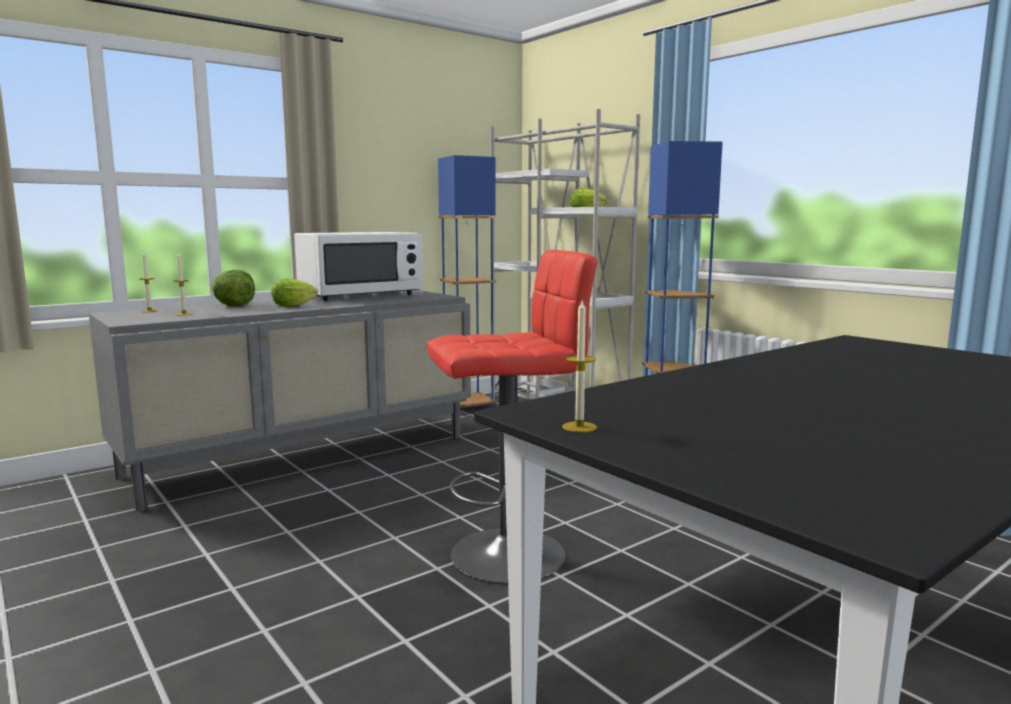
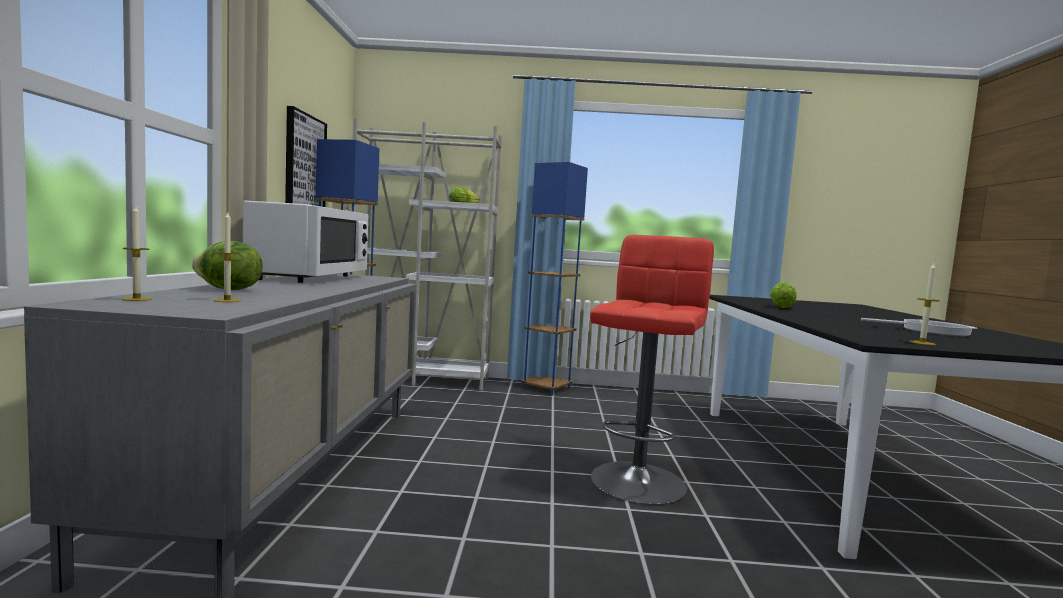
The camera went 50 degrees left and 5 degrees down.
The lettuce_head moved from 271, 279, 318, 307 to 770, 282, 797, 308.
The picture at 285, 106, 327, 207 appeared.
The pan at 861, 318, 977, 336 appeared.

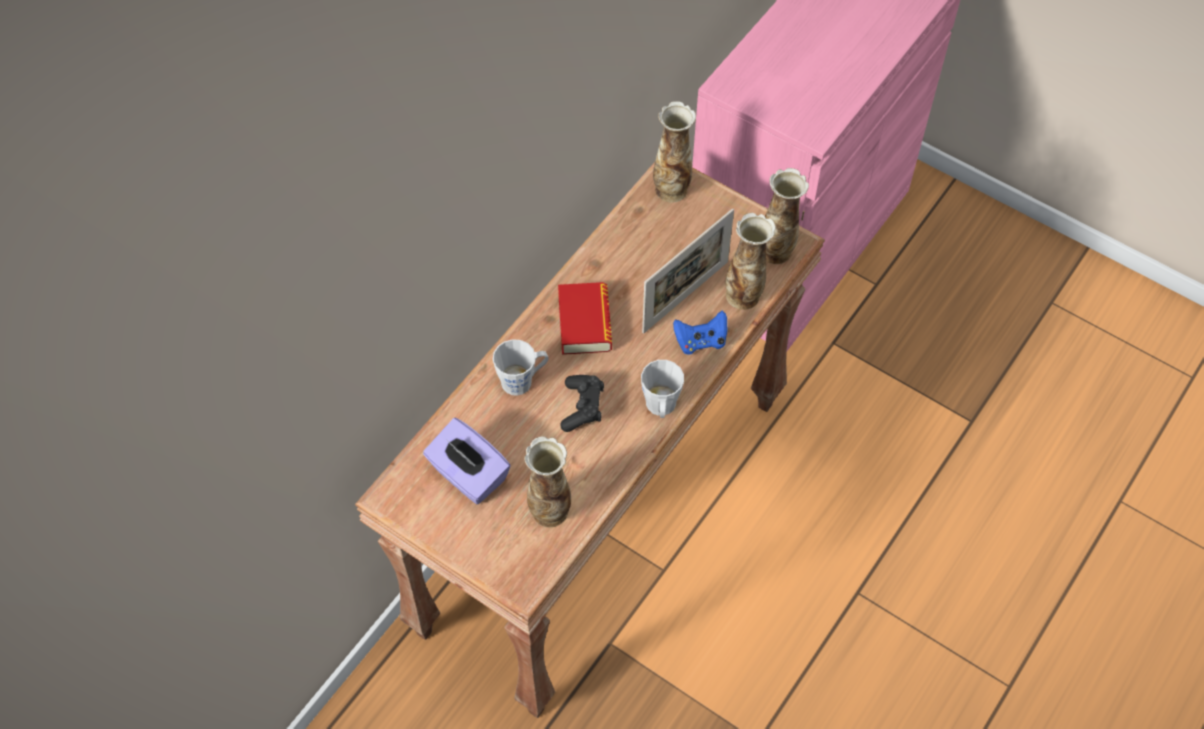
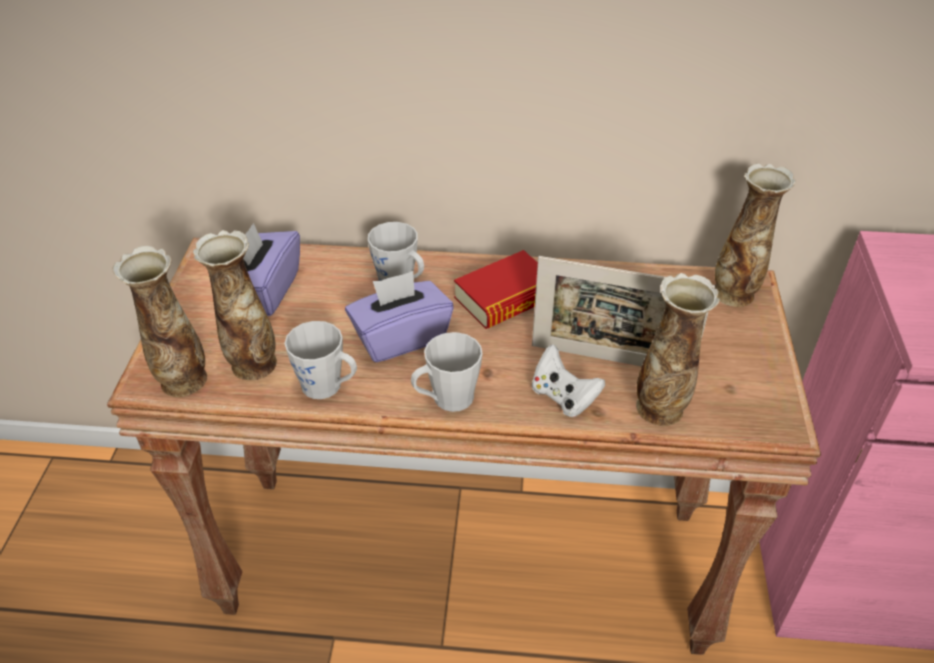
The camera went 60 degrees right and 15 degrees down.
The blackish_joypad at 561, 375, 604, 432 was replaced by the purple_box_of_tissues at 345, 271, 454, 362.
The blue-coloured_joypad at 673, 311, 727, 355 became the whitish_joypad at 532, 345, 605, 417.
The vase moved from 765, 168, 809, 264 to 113, 246, 207, 397.
The grey_mug at 284, 321, 357, 399 appeared.

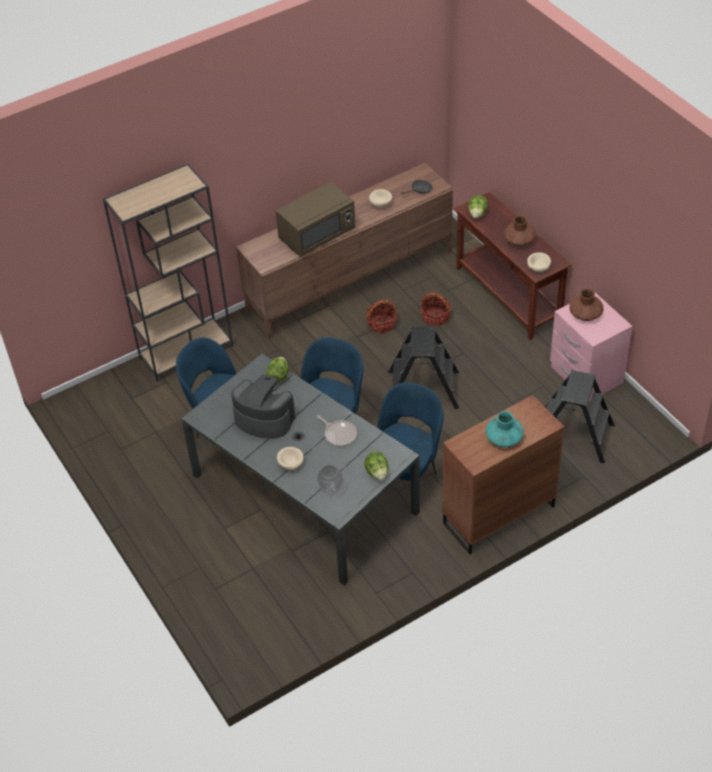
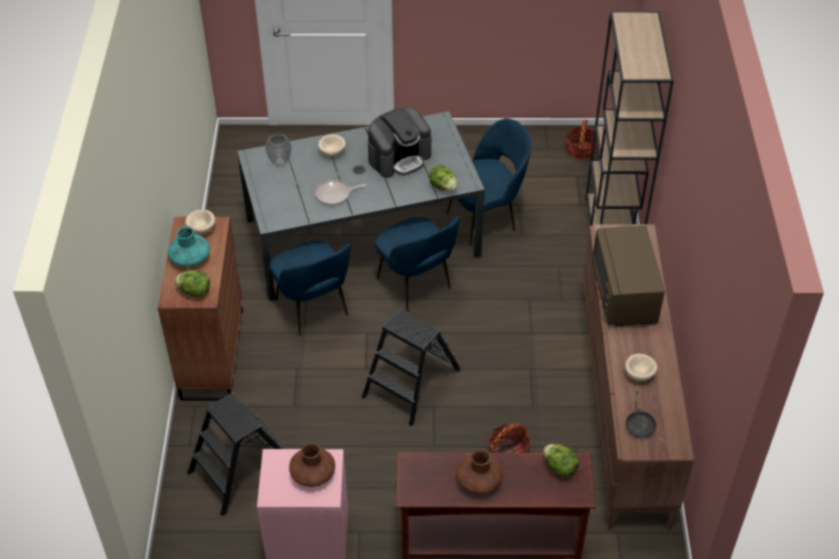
The camera went 120 degrees right and 0 degrees up.
The lettuce_head moved from 364, 451, 388, 481 to 174, 270, 210, 297.
The basket moved from 366, 299, 397, 333 to 566, 120, 598, 159.
The beige-coloured_bowl moved from 527, 252, 551, 272 to 185, 210, 215, 234.

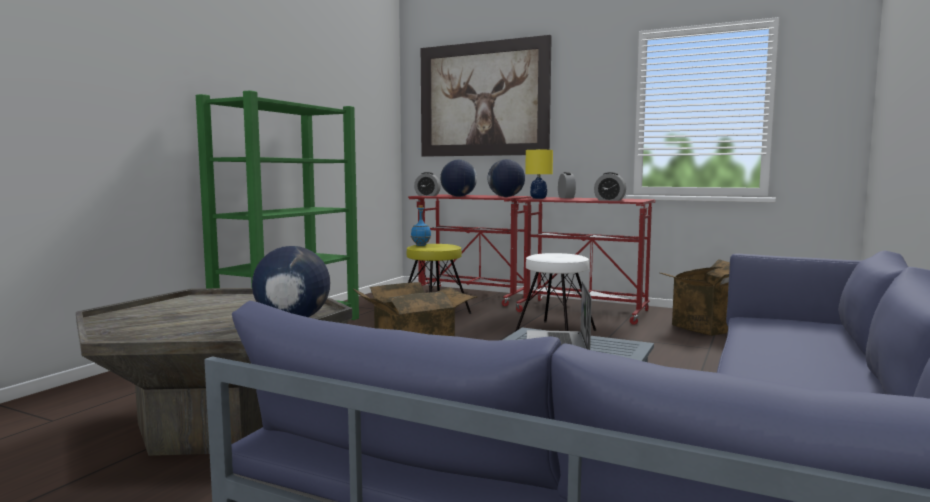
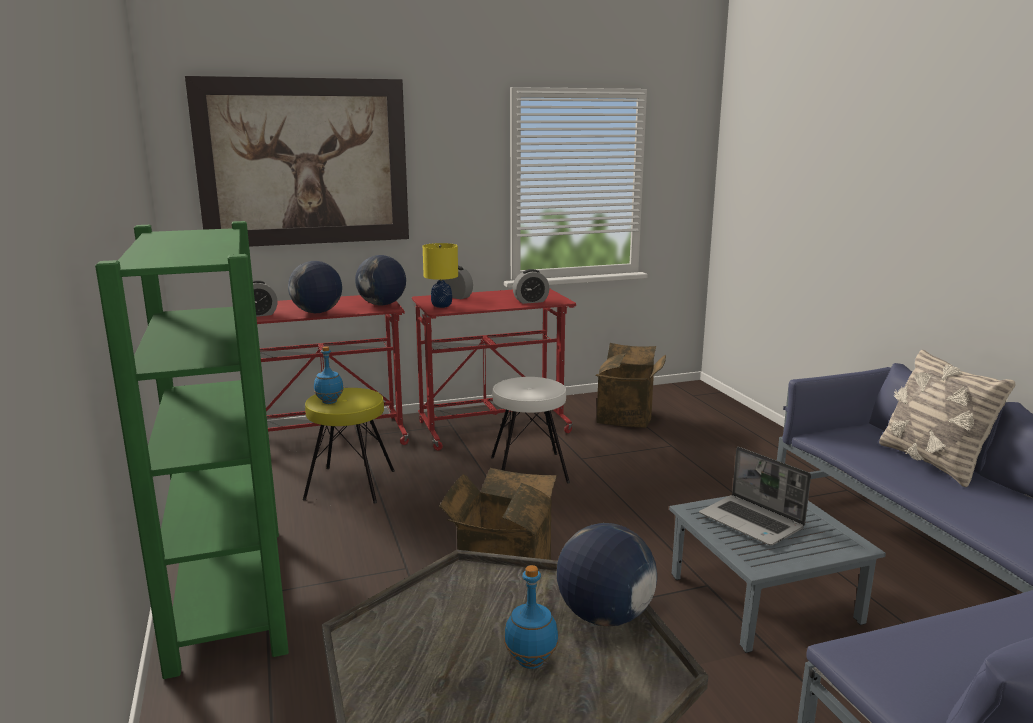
The camera went 45 degrees left and 10 degrees up.
The blue-coloured_beverage_bottle at 504, 565, 558, 669 appeared.
The beige-coloured_cushion at 879, 350, 1015, 487 appeared.

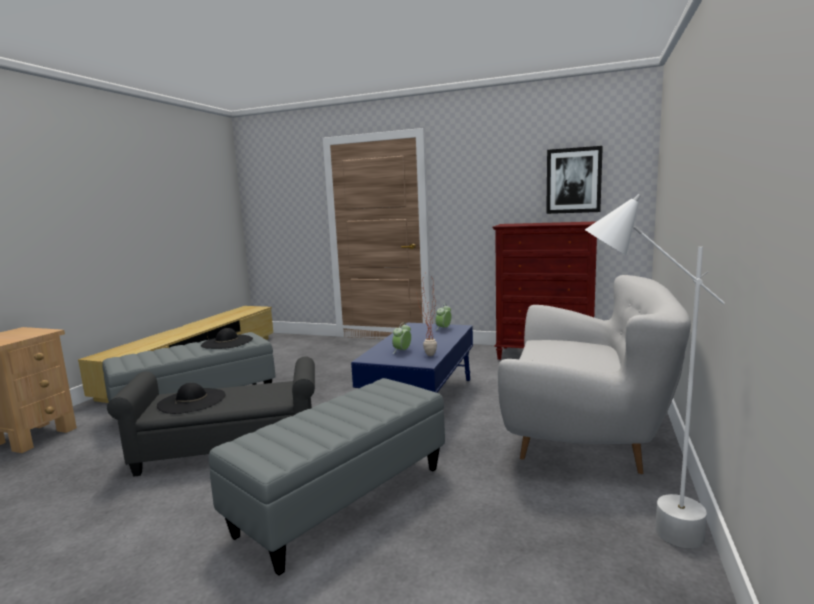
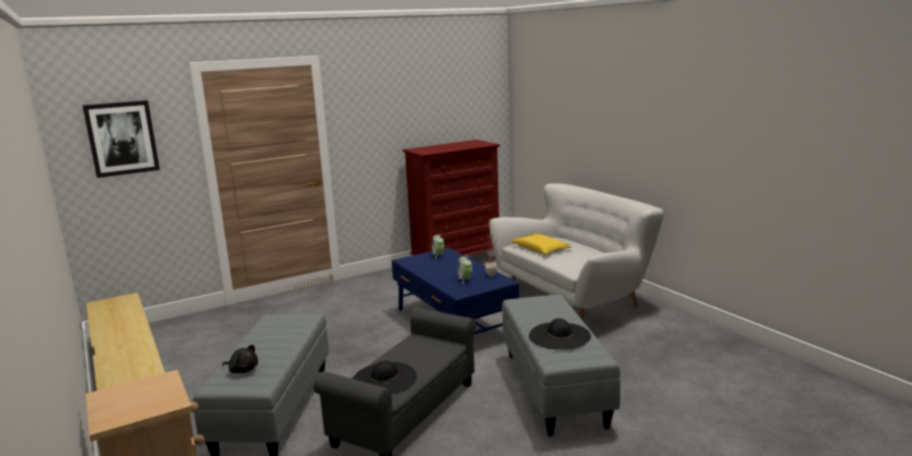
The camera went 50 degrees left and 5 degrees up.
The blackish_hat moved from 201, 328, 253, 349 to 529, 318, 591, 350.
The picture moved from 546, 146, 603, 214 to 82, 100, 160, 178.
The whitish_floor_lamp at 585, 194, 725, 549 disappeared.
The blackish_cuddly_toy at 223, 345, 258, 373 appeared.
The yellowish_cushion at 511, 233, 572, 254 appeared.

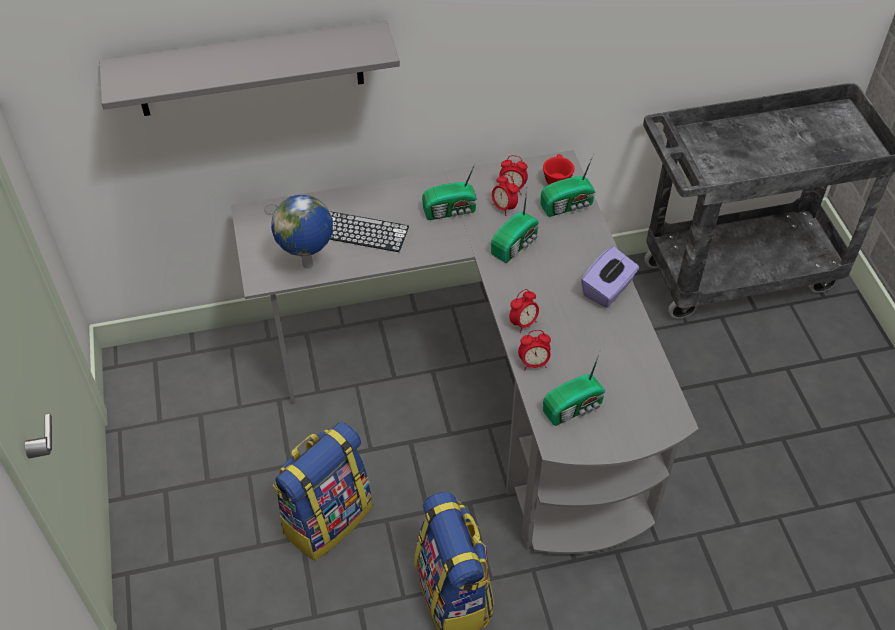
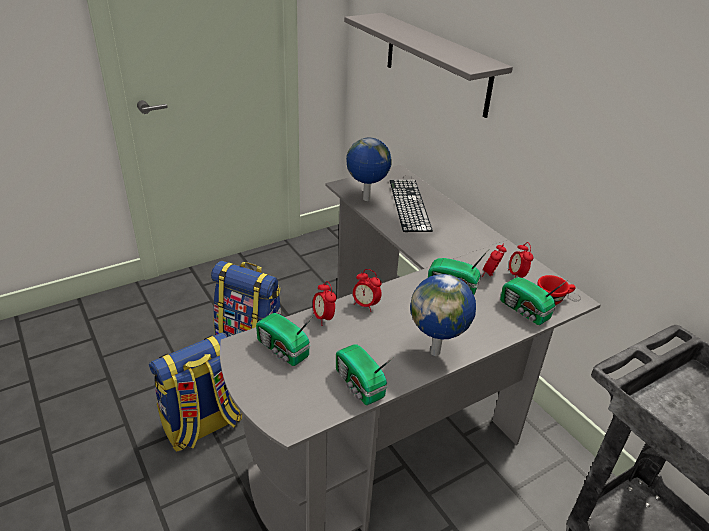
The camera went 70 degrees right and 15 degrees down.
The radio moved from 422, 162, 477, 220 to 336, 345, 394, 405.
The purple_box_of_tissues at 581, 246, 639, 308 was replaced by the desk_globe at 410, 274, 476, 356.

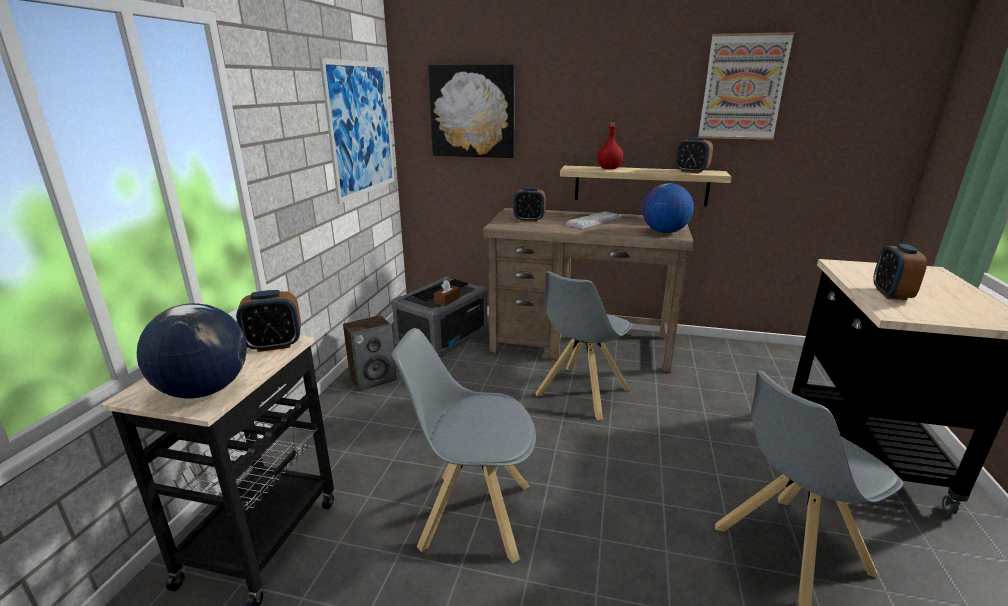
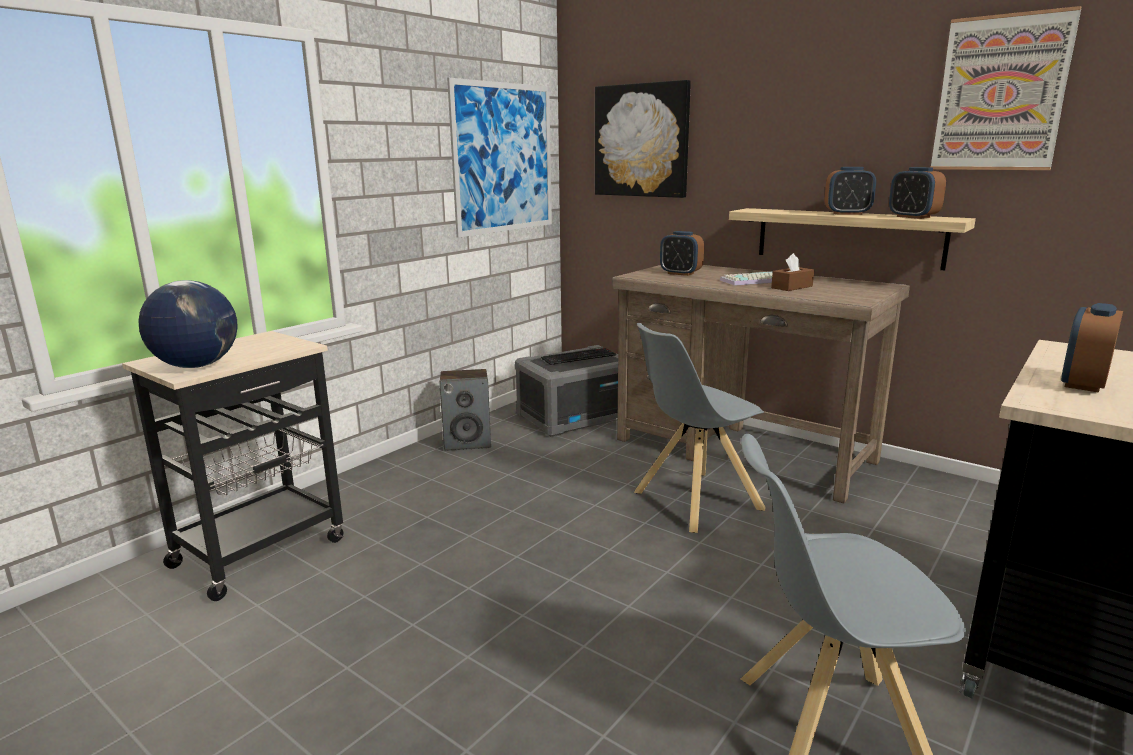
The camera went 25 degrees right and 5 degrees down.
The table_clock moved from 236, 290, 301, 352 to 825, 167, 876, 215.
The grey_chair at 392, 328, 536, 563 disappeared.
The brownish_box_of_tissues moved from 434, 280, 460, 306 to 771, 253, 814, 291.
The reddish_beverage_bottle at 597, 122, 623, 169 disappeared.
The desk_globe at 642, 183, 694, 233 disappeared.

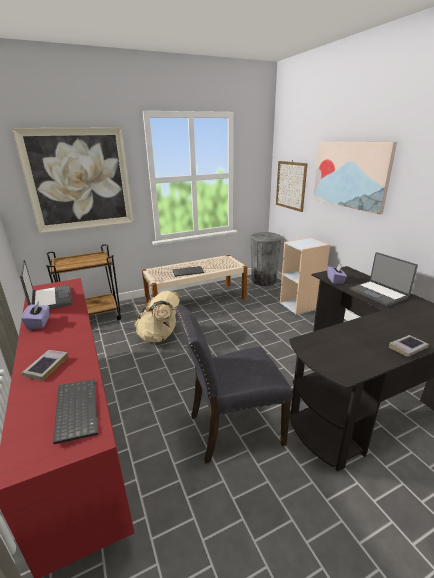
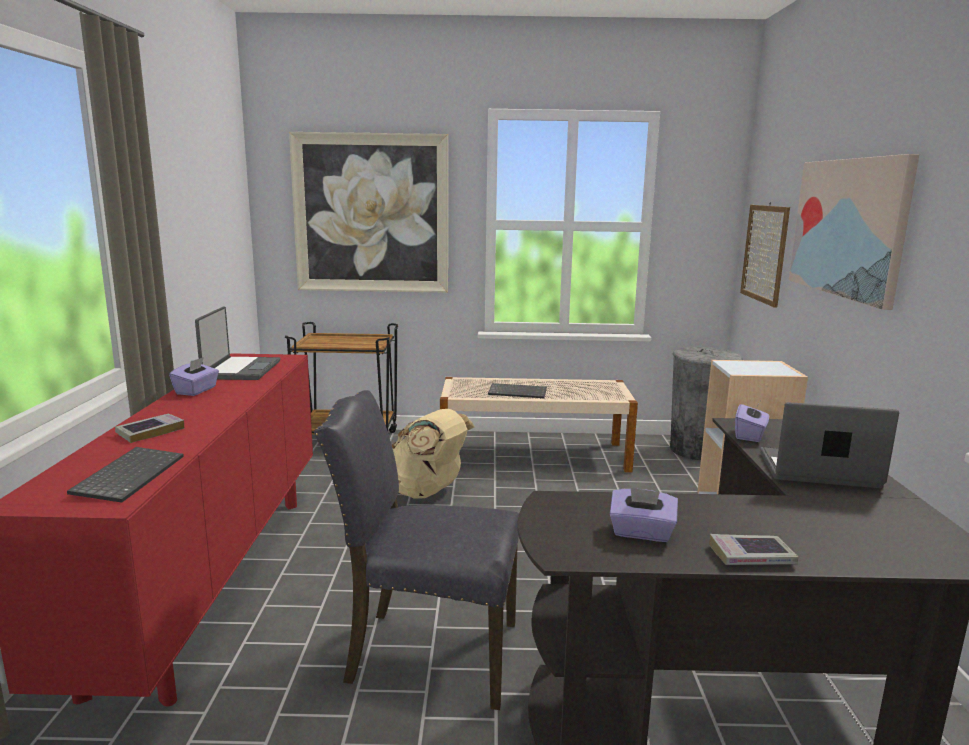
The camera went 25 degrees right and 10 degrees down.
The notebook_computer at 350, 252, 418, 307 turned 105 degrees clockwise.
The purple_box_of_tissues at 610, 487, 678, 542 appeared.

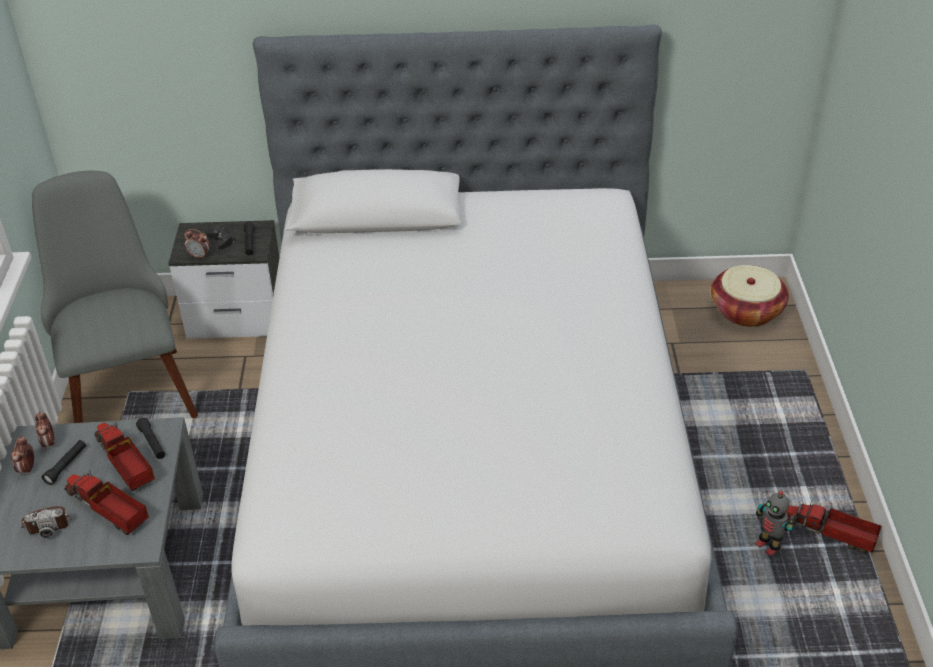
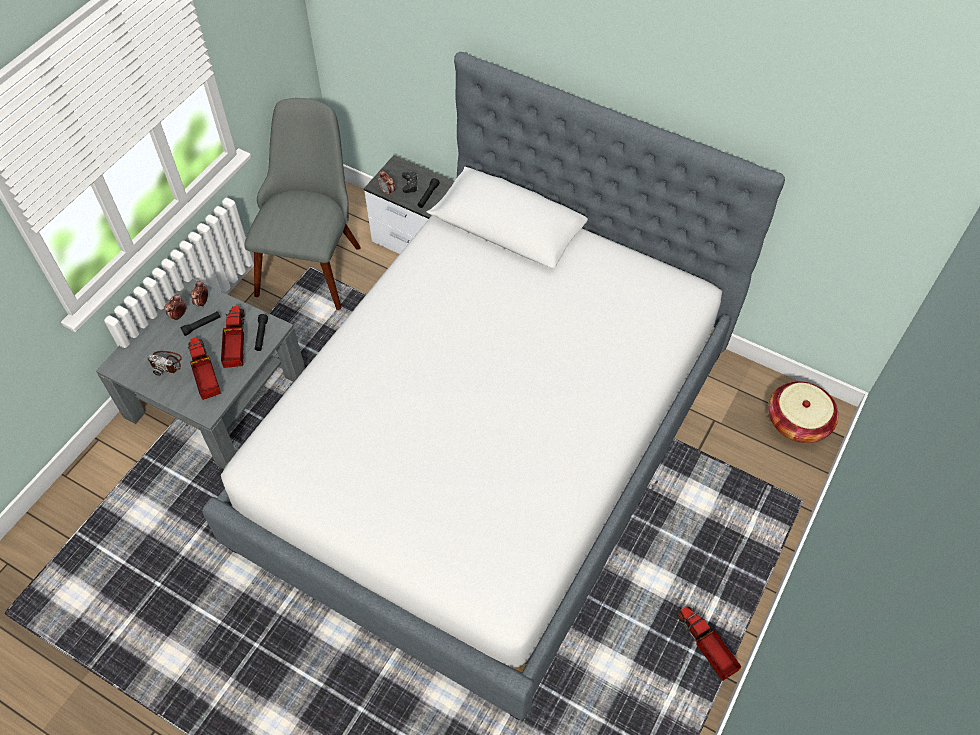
The camera went 30 degrees right and 15 degrees up.
The model_robot at 755, 491, 796, 556 disappeared.

